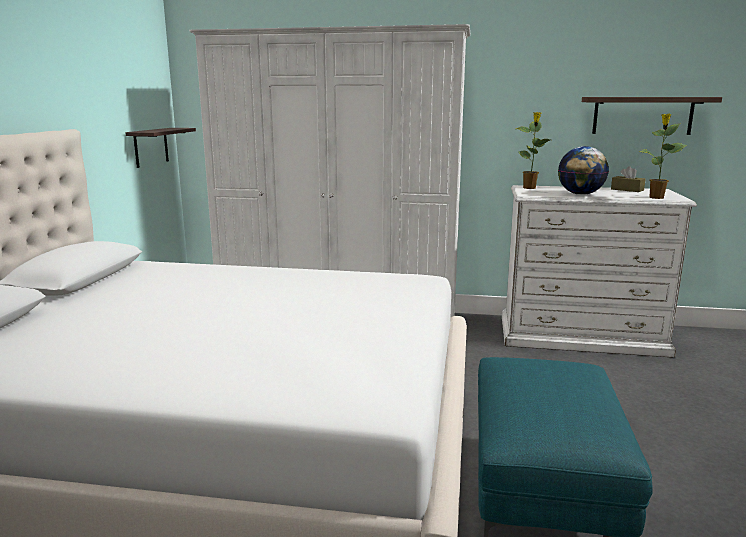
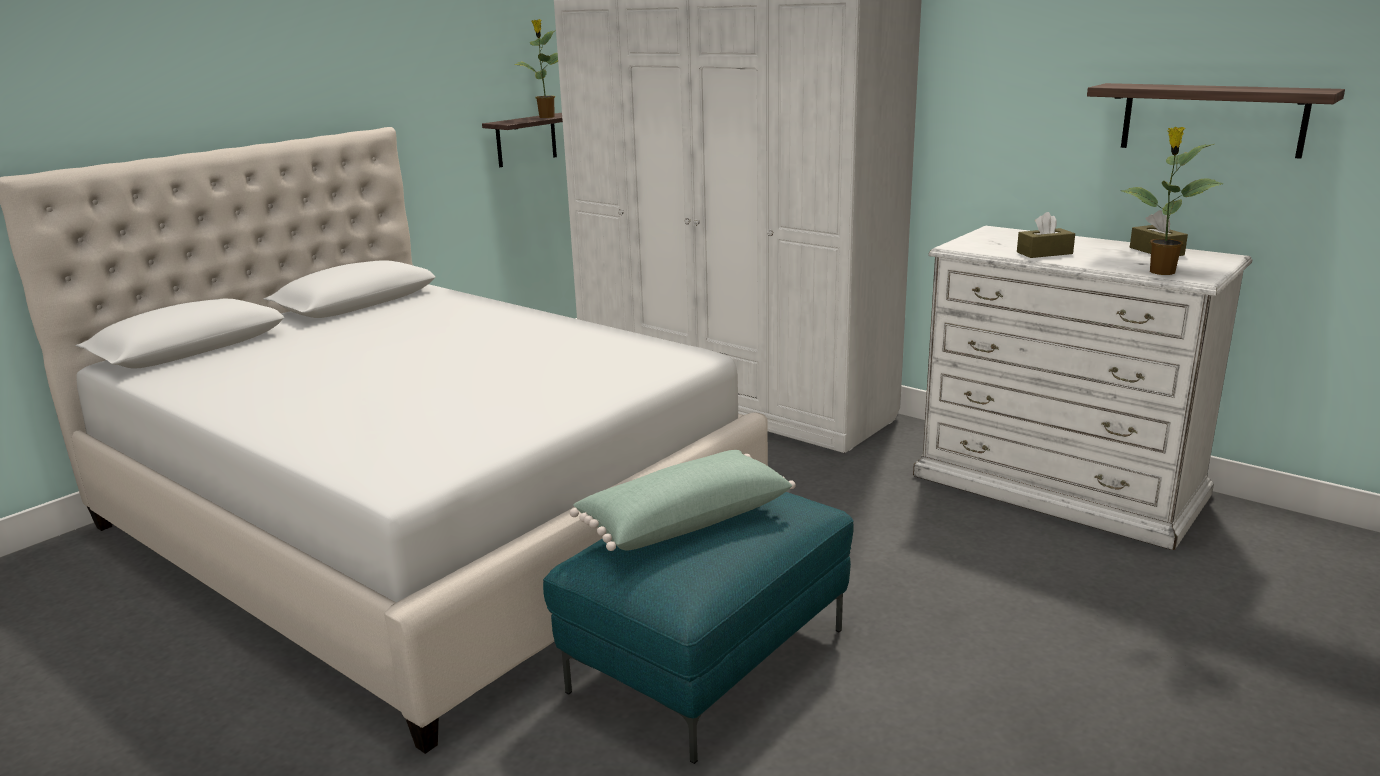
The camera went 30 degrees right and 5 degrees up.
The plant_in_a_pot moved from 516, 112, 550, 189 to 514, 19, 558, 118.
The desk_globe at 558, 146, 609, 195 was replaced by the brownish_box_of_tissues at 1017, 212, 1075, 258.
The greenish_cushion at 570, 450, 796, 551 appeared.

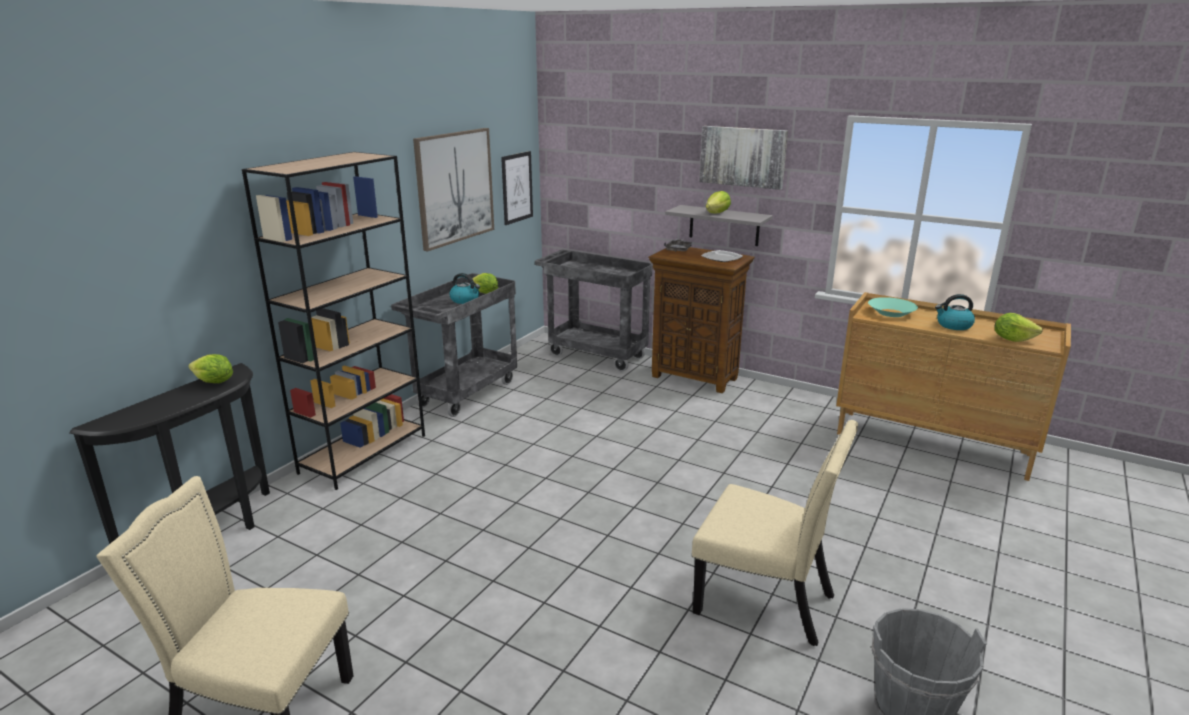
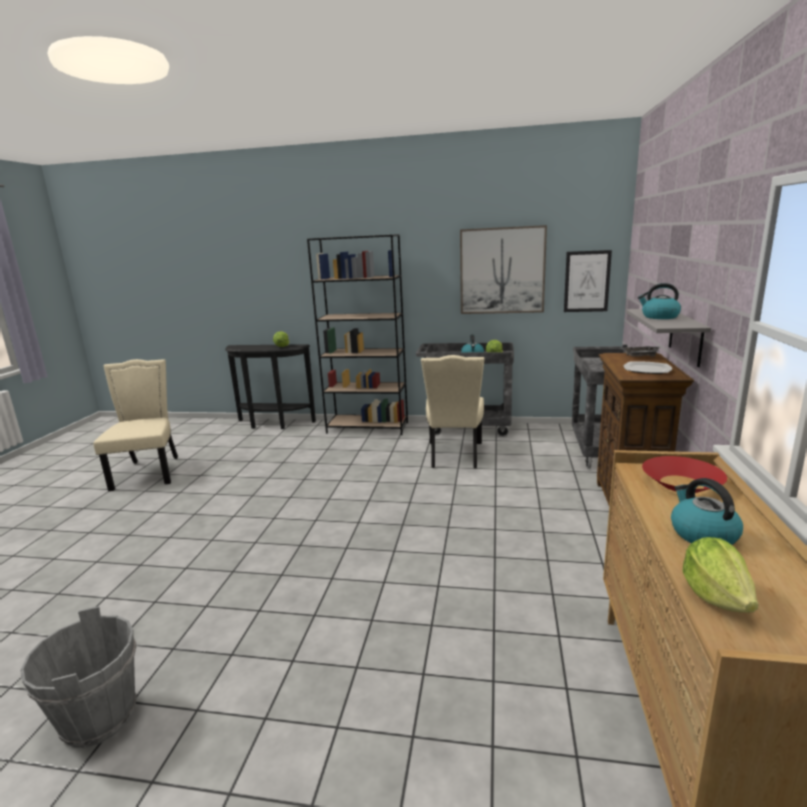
The camera went 70 degrees right and 5 degrees down.
The beige-coloured_chair moved from 691, 420, 858, 646 to 421, 355, 484, 468.
The picture at 699, 126, 788, 190 disappeared.
The lettuce_head at 706, 191, 731, 213 was replaced by the tea_kettle at 638, 283, 681, 319.
The blue-green_bowl at 868, 297, 918, 317 became the reddish_bowl at 642, 456, 727, 493.

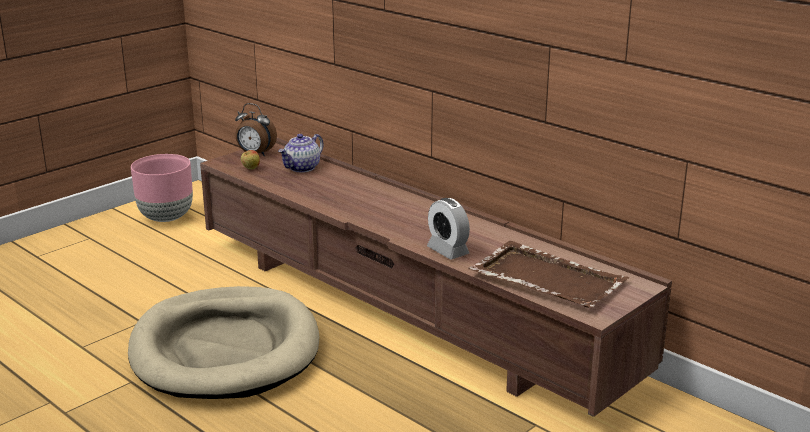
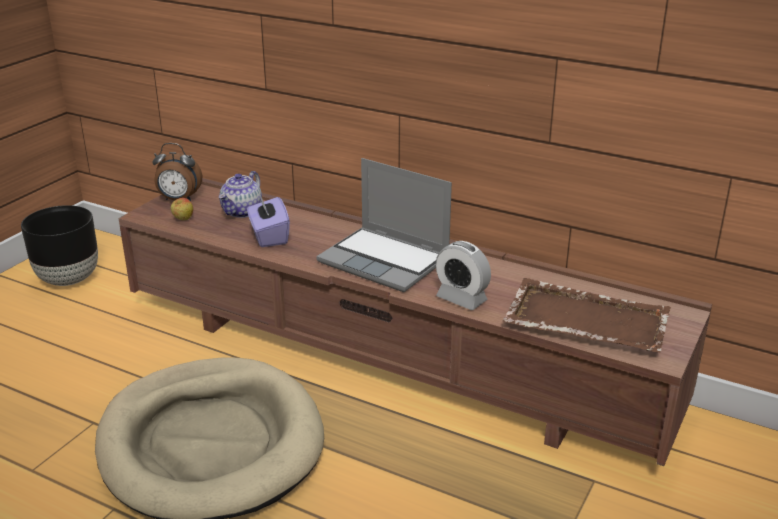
The camera went 15 degrees left and 5 degrees up.
The pink-coloured_planter at 131, 154, 193, 222 became the blackish_planter at 21, 205, 98, 286.
The purple_box_of_tissues at 247, 195, 290, 247 appeared.
The notebook_computer at 316, 158, 452, 292 appeared.

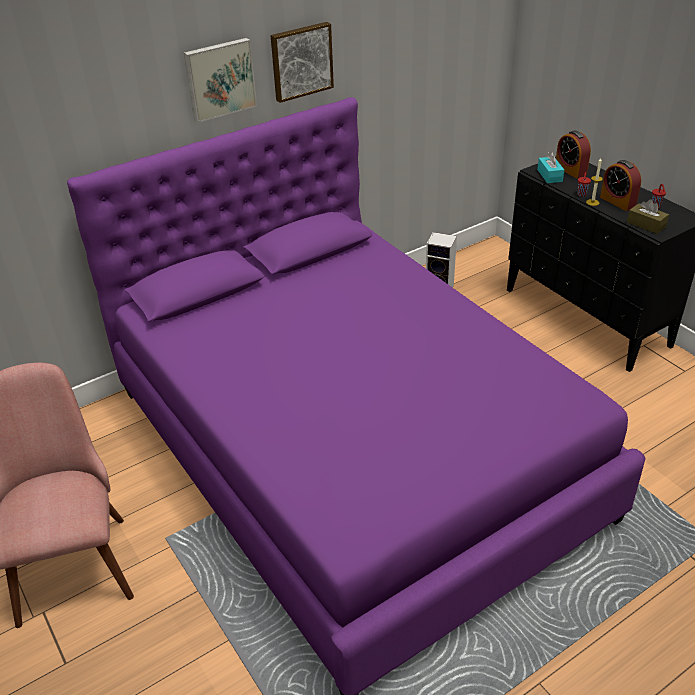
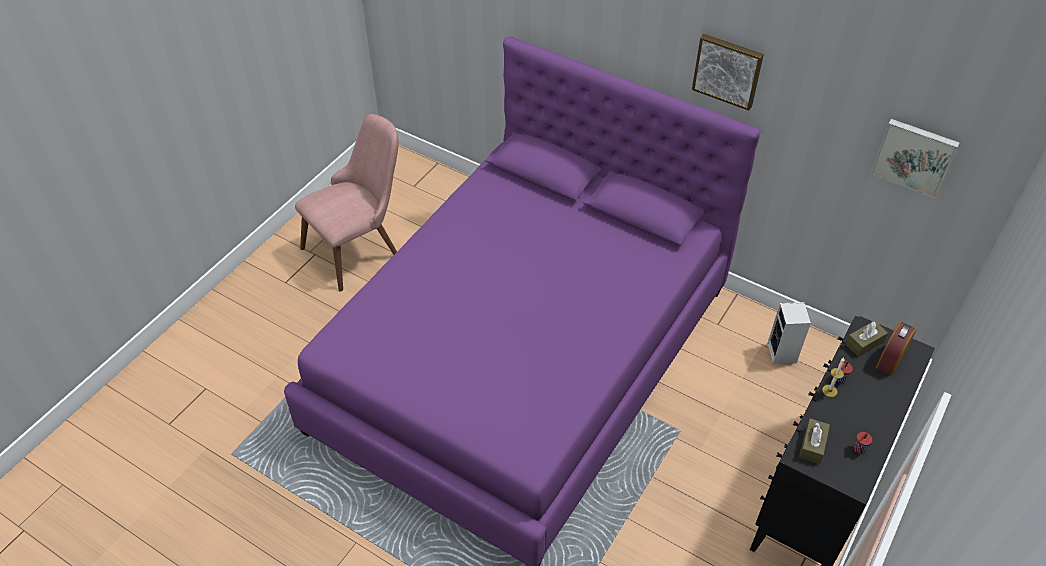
The camera went 65 degrees right and 10 degrees up.
The picture moved from 184, 38, 257, 123 to 870, 119, 960, 198.
The blue-green_box_of_tissues at 537, 151, 564, 183 became the brownish_box_of_tissues at 846, 321, 888, 357.
The table_clock at 600, 160, 641, 211 disappeared.

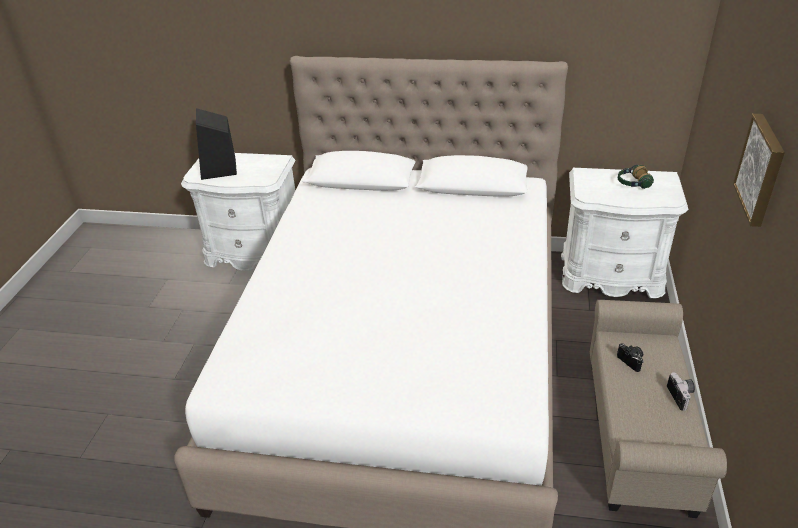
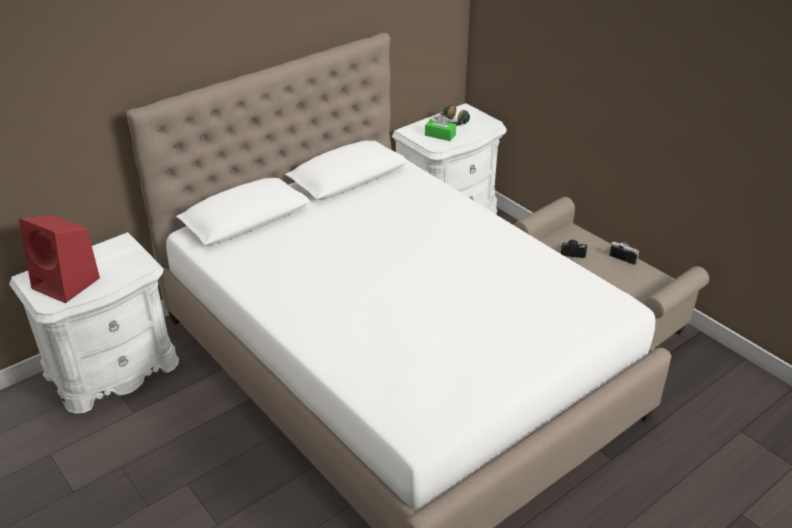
The camera went 50 degrees left and 0 degrees up.
The blackish_speaker at 196, 108, 237, 180 became the reddish_speaker at 19, 215, 100, 303.
The picture at 733, 114, 785, 227 disappeared.
The greenish_box_of_tissues at 425, 114, 456, 141 appeared.

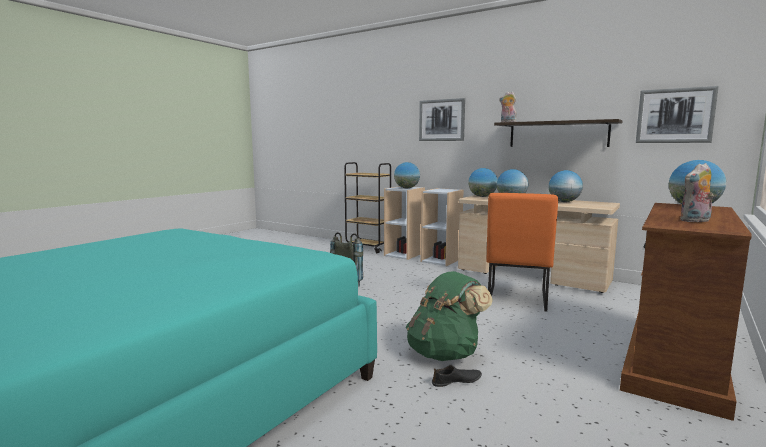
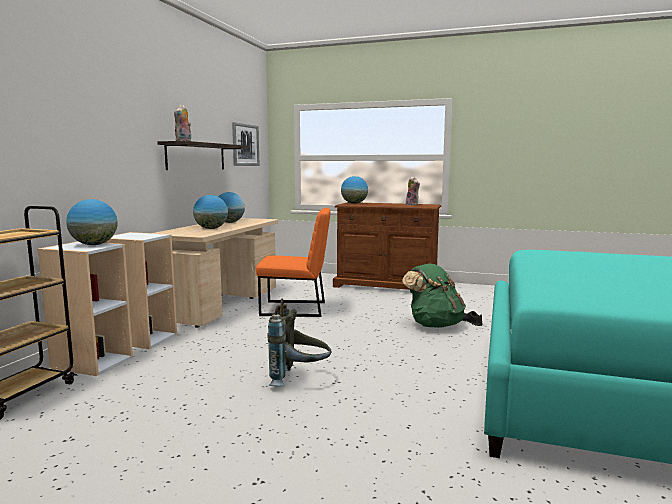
The camera went 105 degrees left and 0 degrees up.
The picture at 419, 98, 465, 141 disappeared.
The desk_globe at 468, 168, 498, 197 disappeared.

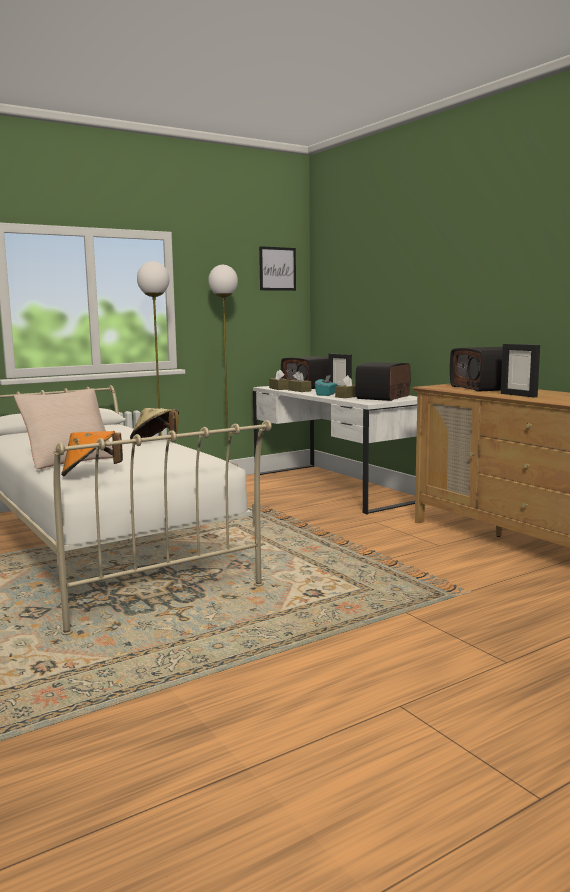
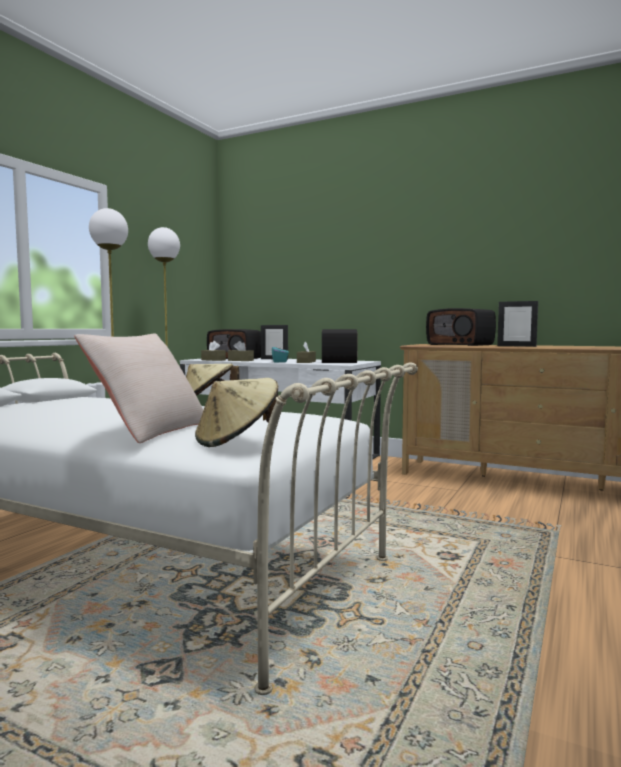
The camera went 30 degrees left and 5 degrees down.
The orange_hat at 61, 431, 123, 476 became the beige-coloured_hat at 195, 378, 278, 447.
The picture at 259, 246, 296, 291 disappeared.

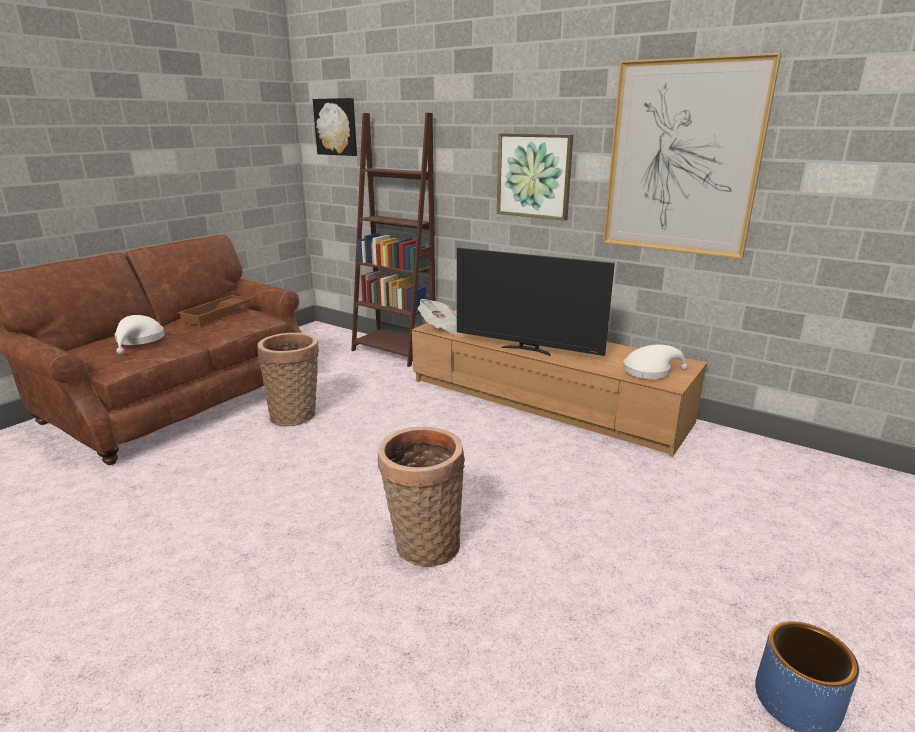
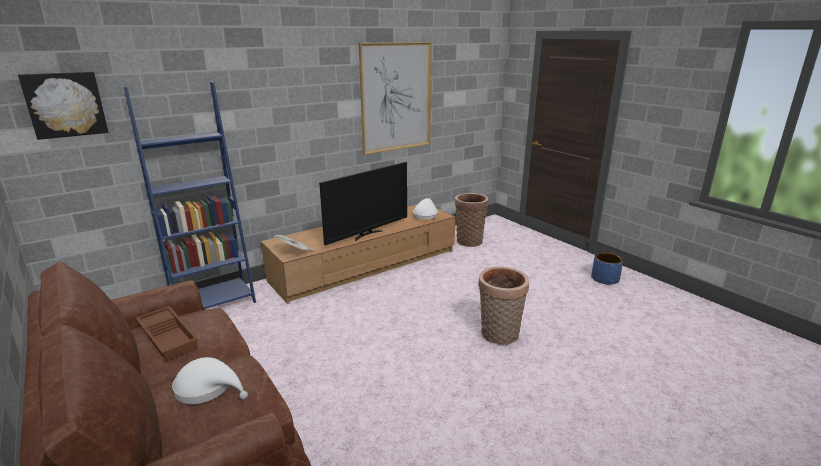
The camera went 70 degrees left and 0 degrees up.
The basket moved from 257, 333, 320, 426 to 455, 193, 488, 247.
The brownish_bookcase at 351, 113, 435, 367 became the blue-coloured_bookcase at 124, 82, 256, 309.
The picture at 497, 133, 573, 221 disappeared.

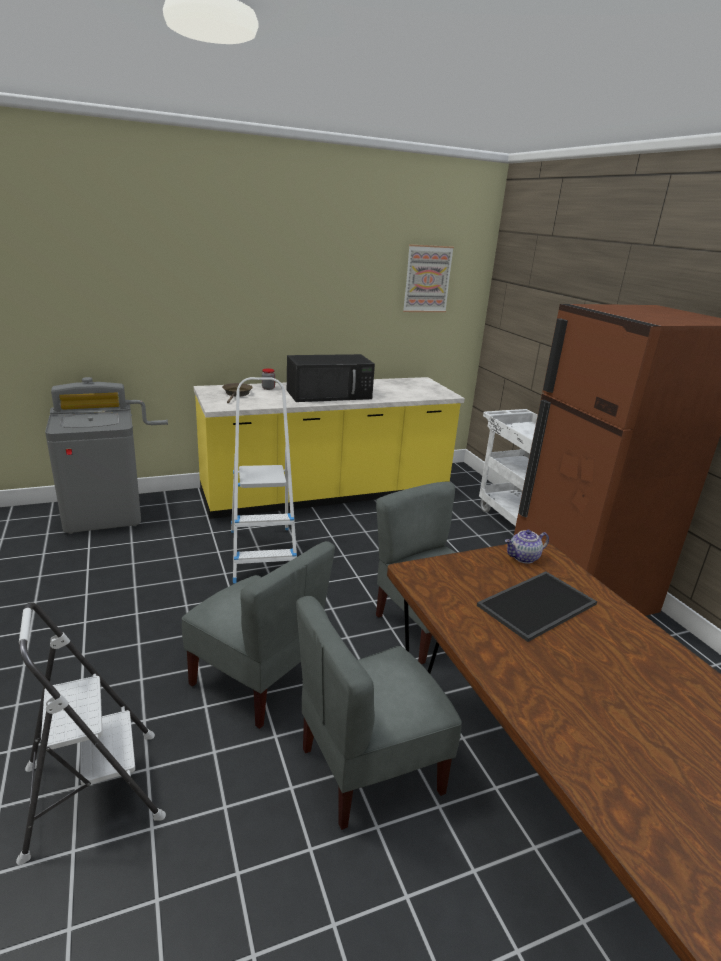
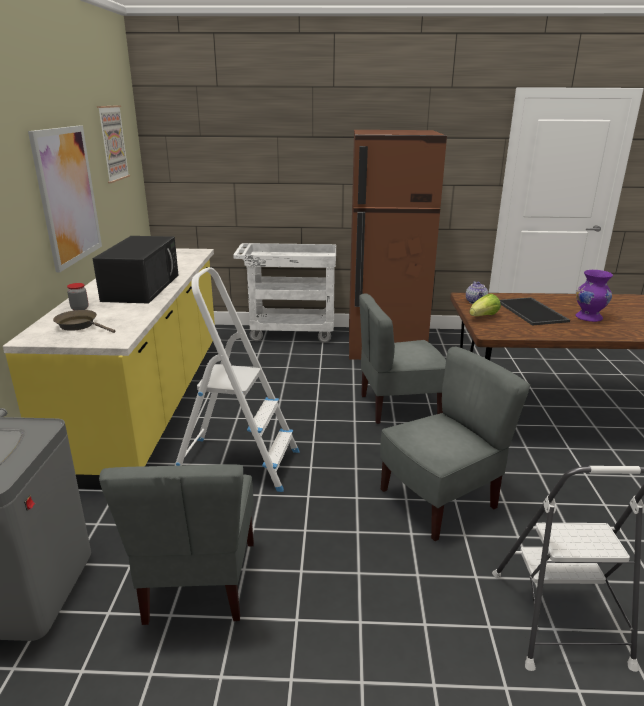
The camera went 65 degrees left and 0 degrees up.
The grey_chair moved from 296, 596, 462, 830 to 99, 464, 254, 625.
The picture at 28, 126, 102, 272 appeared.
The lettuce_head at 469, 294, 501, 316 appeared.
The purple_vase at 576, 270, 613, 322 appeared.

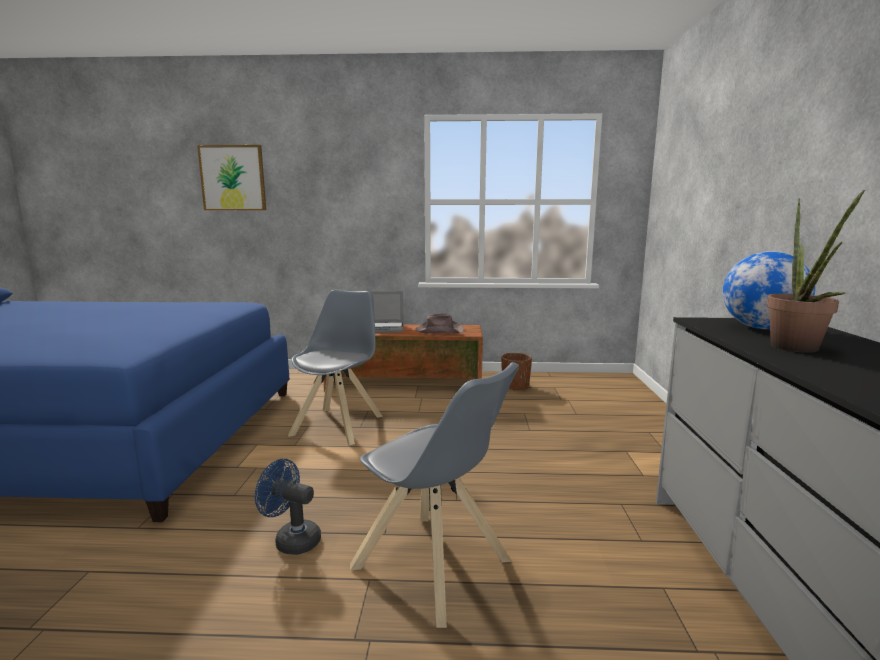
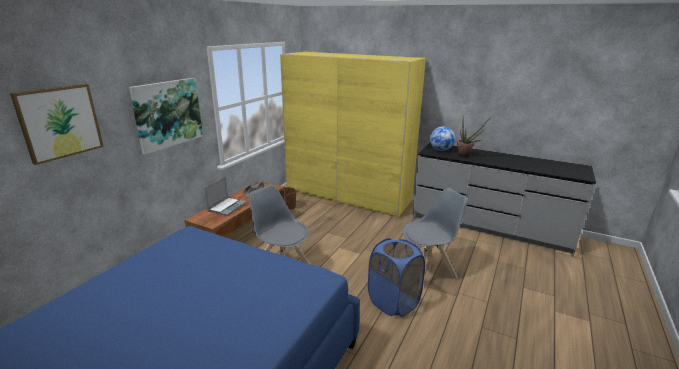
The camera went 65 degrees left and 10 degrees up.
The blue-coloured_electric_fan at 255, 459, 321, 555 was replaced by the blue-coloured_washing_basket at 368, 238, 425, 317.
The picture at 129, 78, 203, 154 appeared.
The yellowish_clothes_cupboard at 280, 52, 426, 217 appeared.

